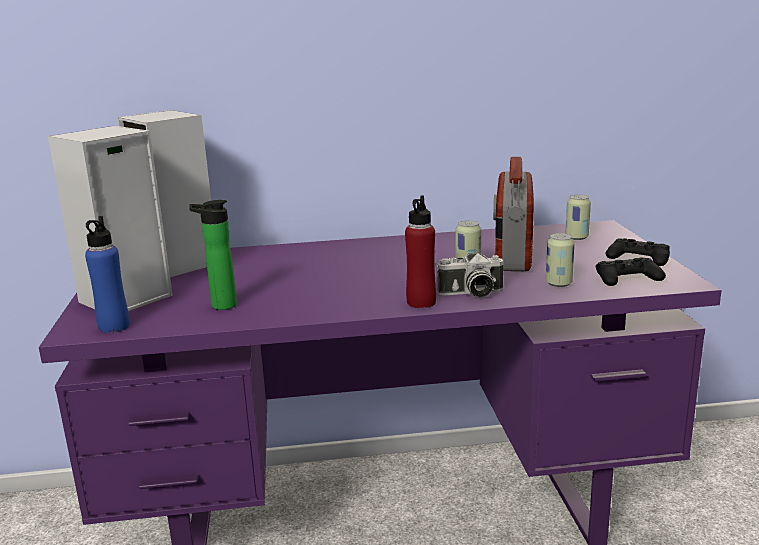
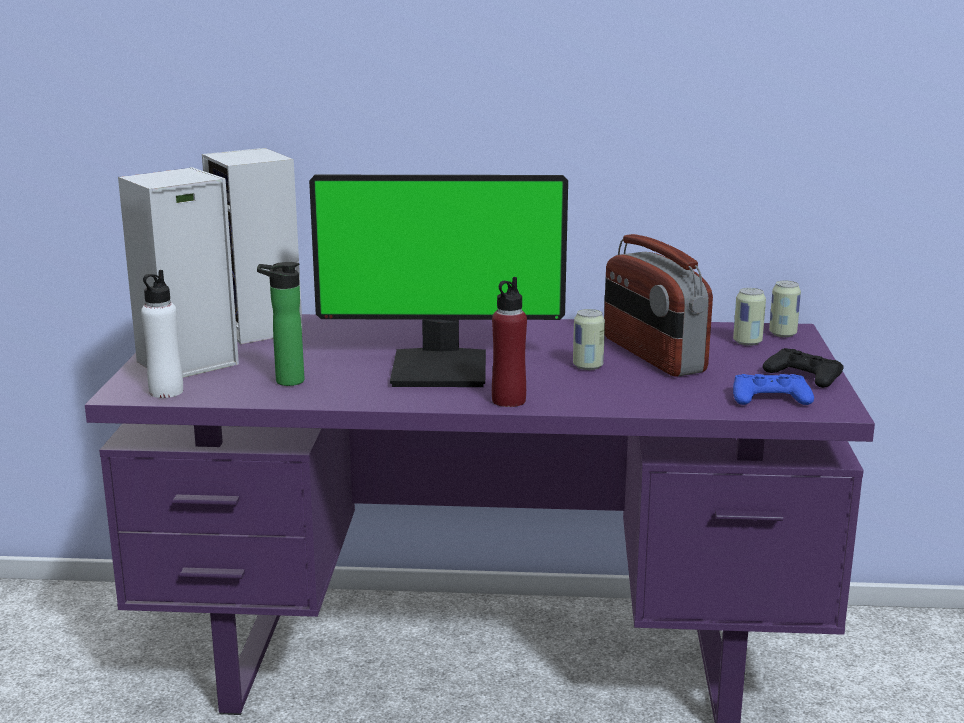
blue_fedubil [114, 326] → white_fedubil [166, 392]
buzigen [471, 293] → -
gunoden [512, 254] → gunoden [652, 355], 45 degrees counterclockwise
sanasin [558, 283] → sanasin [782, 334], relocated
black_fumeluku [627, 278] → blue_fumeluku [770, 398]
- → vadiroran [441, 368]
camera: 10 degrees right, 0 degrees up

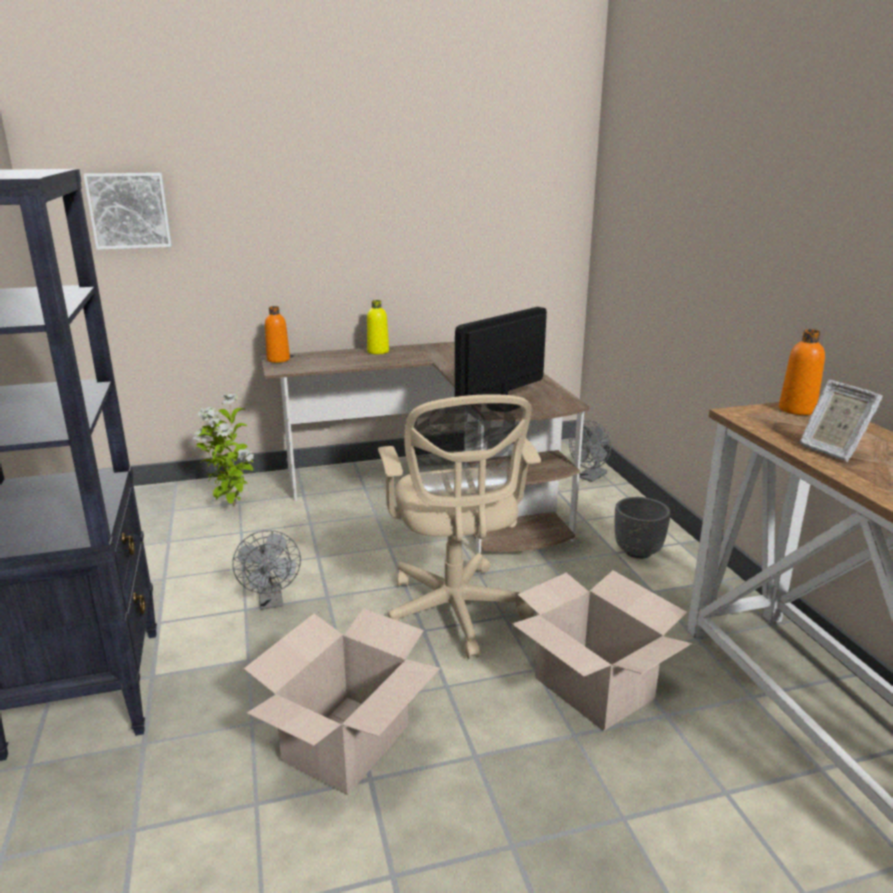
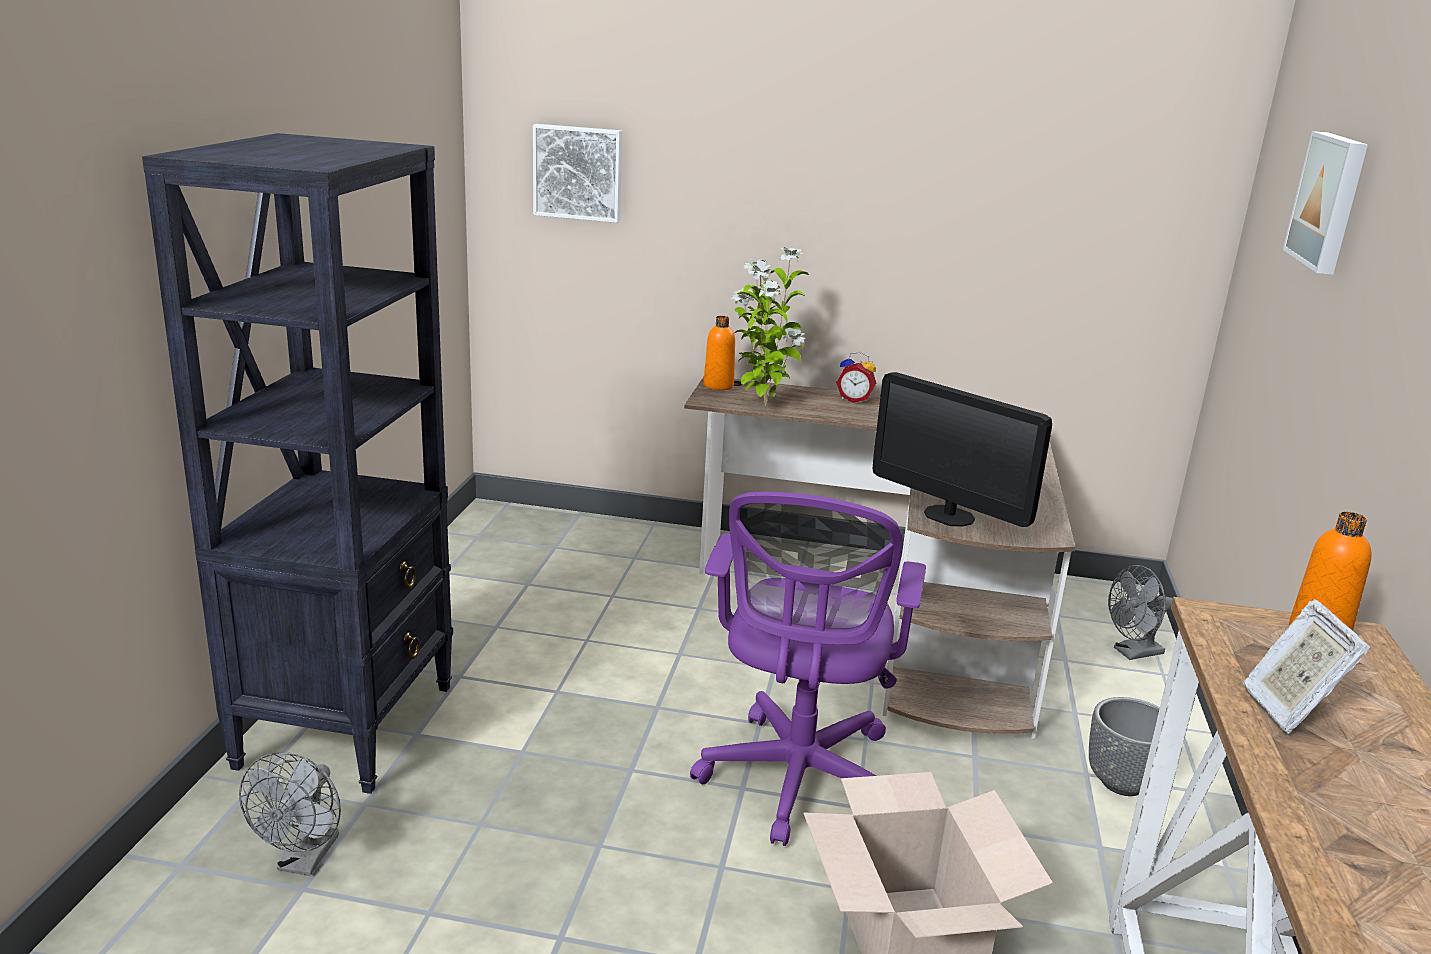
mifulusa [232, 506] → mifulusa [762, 405], relocated
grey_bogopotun [271, 602] → grey_bogopotun [304, 861], relocated
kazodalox [346, 742] → -
yellow_fedubil [378, 351] → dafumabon [855, 399]
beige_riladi [455, 614] → purple_riladi [797, 781]
vadiroran [503, 406] → vadiroran [949, 516], 120 degrees counterclockwise
- → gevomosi [1330, 201]
camera: 25 degrees right, 0 degrees up

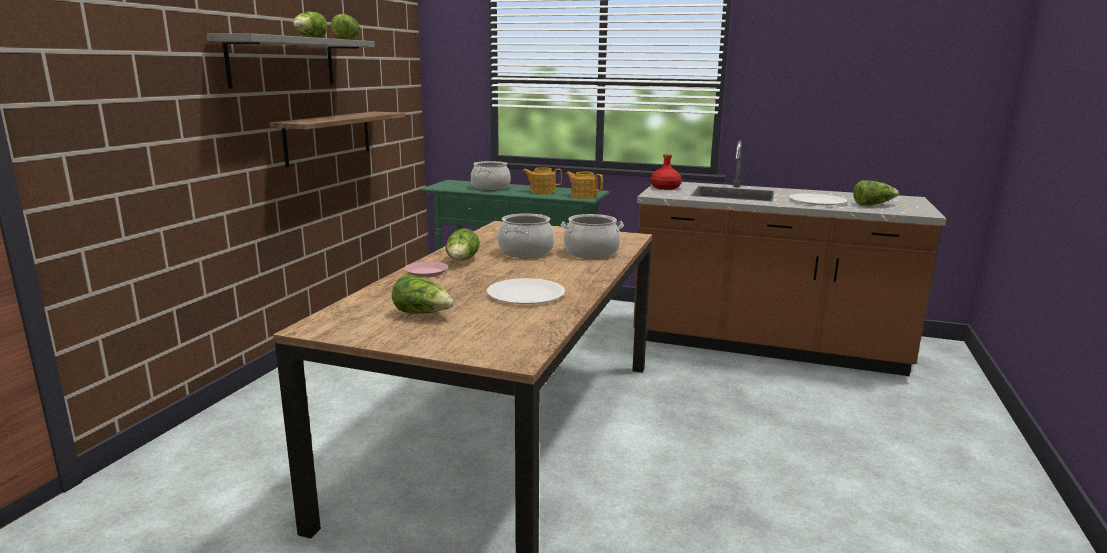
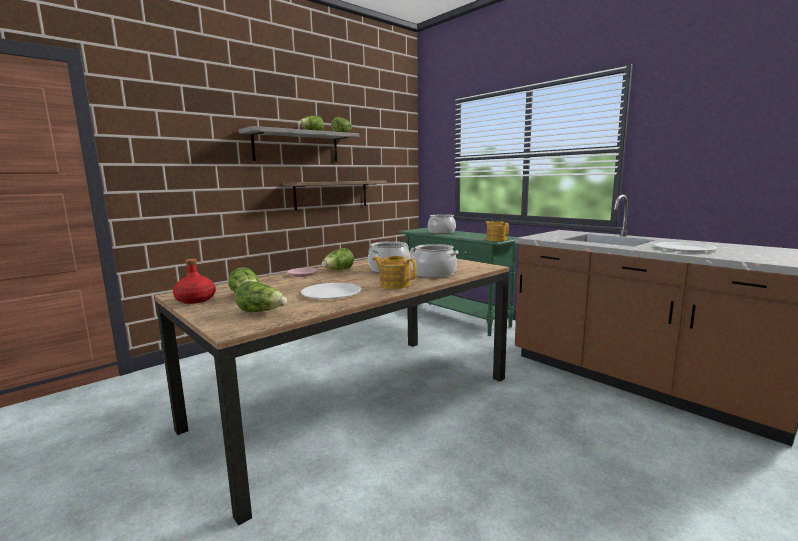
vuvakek [542, 191] → vuvakek [394, 285], relocated
red_fedubil [665, 188] → red_fedubil [196, 300], relocated
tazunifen [873, 205] → tazunifen [262, 312], relocated
camera: 30 degrees right, 5 degrees down

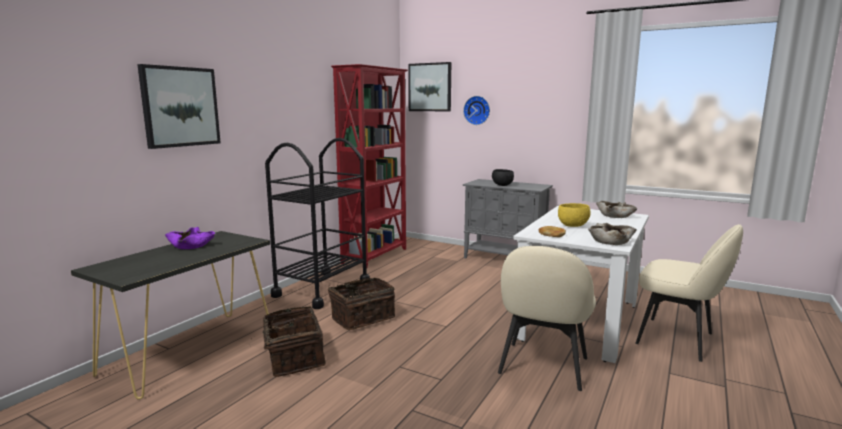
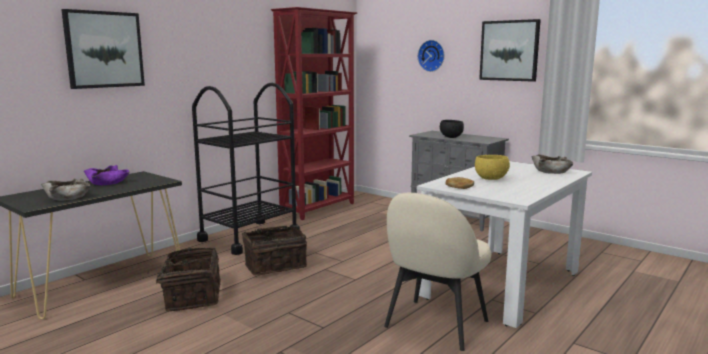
gevomosi [430, 87] → gevomosi [509, 50], relocated
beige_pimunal [610, 241] → beige_pimunal [68, 197], relocated
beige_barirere [677, 339] → -
camera: 10 degrees right, 0 degrees up

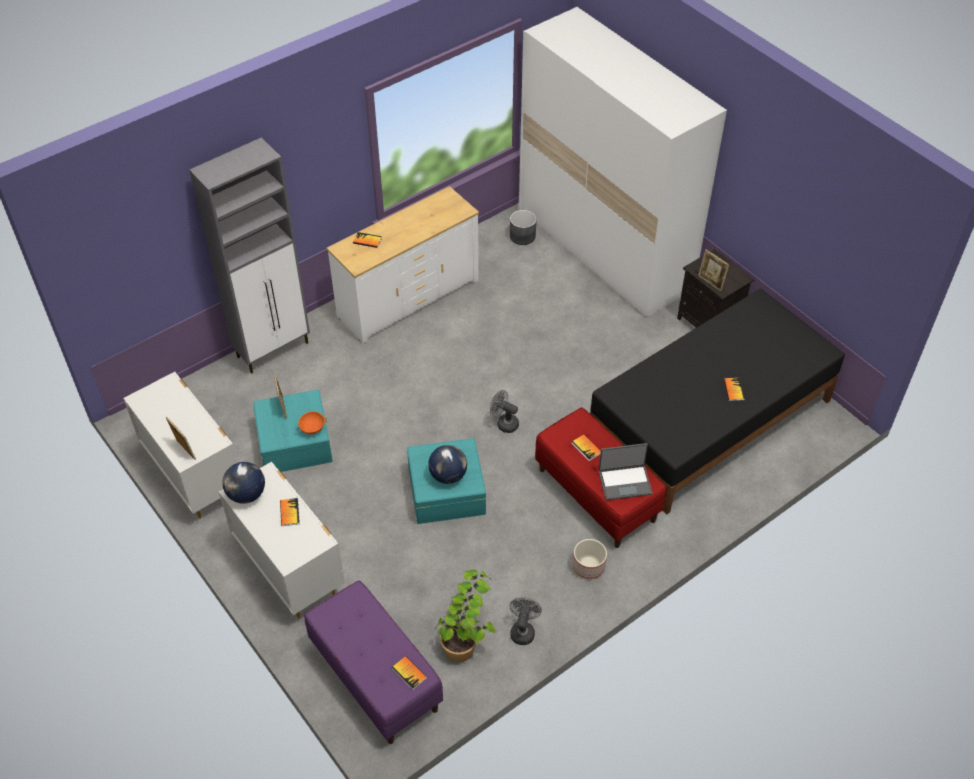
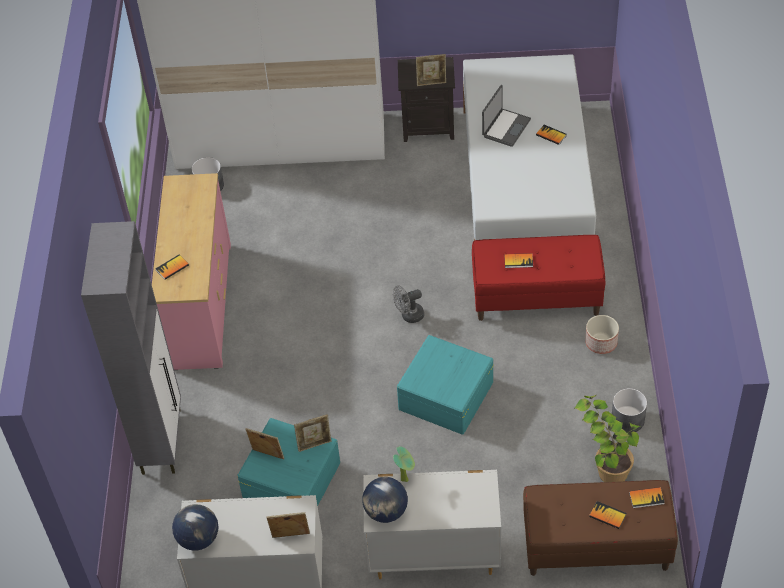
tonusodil [289, 512] → tonusodil [607, 515], relocated
orange_pimunal [313, 429] → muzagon [314, 445]
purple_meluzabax [375, 678] → brown_meluzabax [596, 547]
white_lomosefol [408, 298] → pink_lomosefol [200, 305]
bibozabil [448, 475] → bibozabil [198, 538], relocated
grey_bogopotun [523, 630] → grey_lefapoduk [627, 420]
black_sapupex [711, 420] → white_sapupex [526, 183]
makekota [625, 482] → makekota [505, 128], relocated
- → mifulusa [406, 478]
camera: 50 degrees left, 0 degrees up

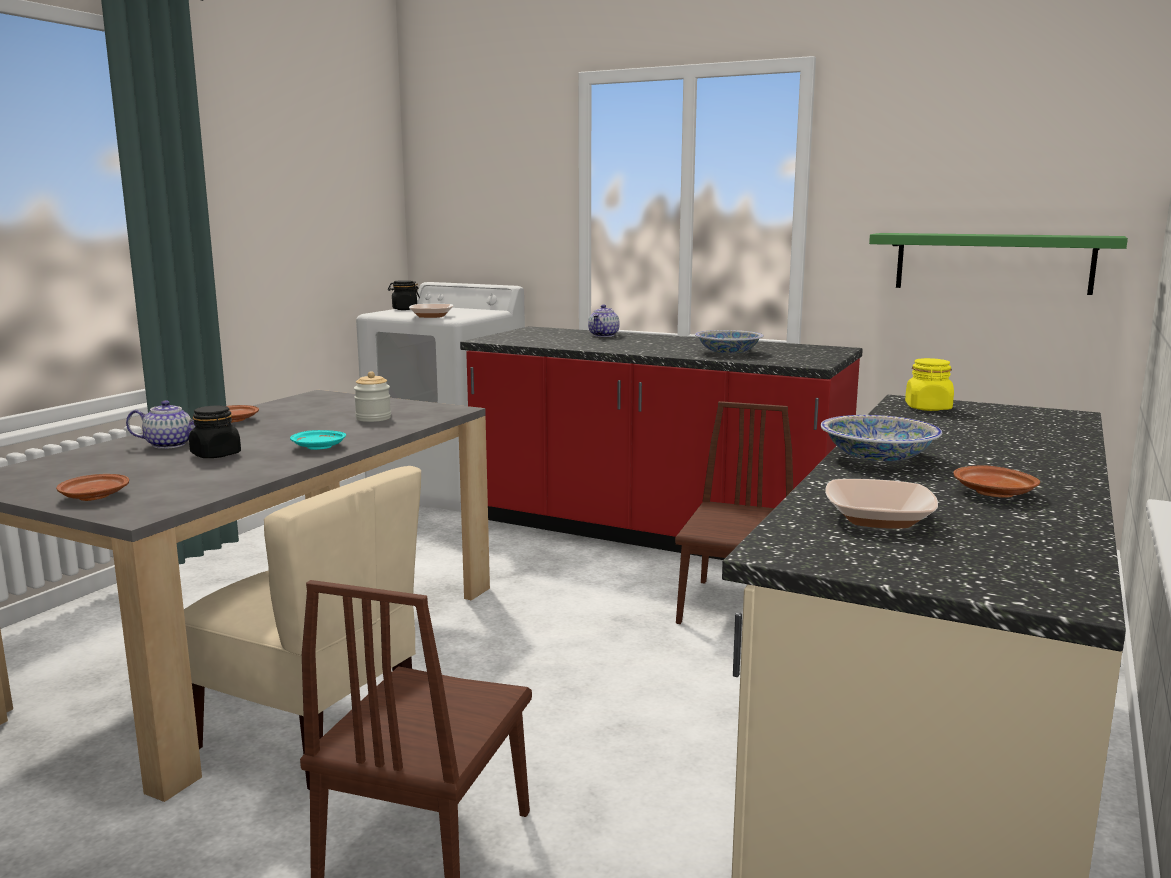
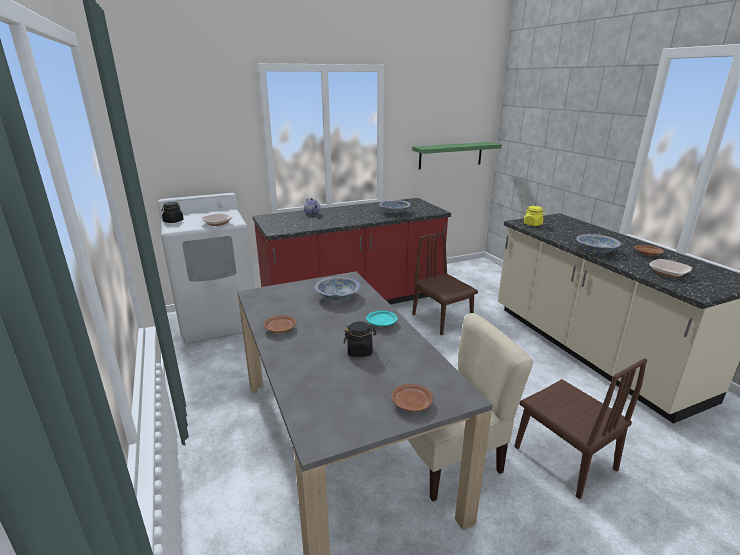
vuvakek [170, 444] → -
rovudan [373, 418] → pimunal [337, 296]
camera: 50 degrees left, 10 degrees up

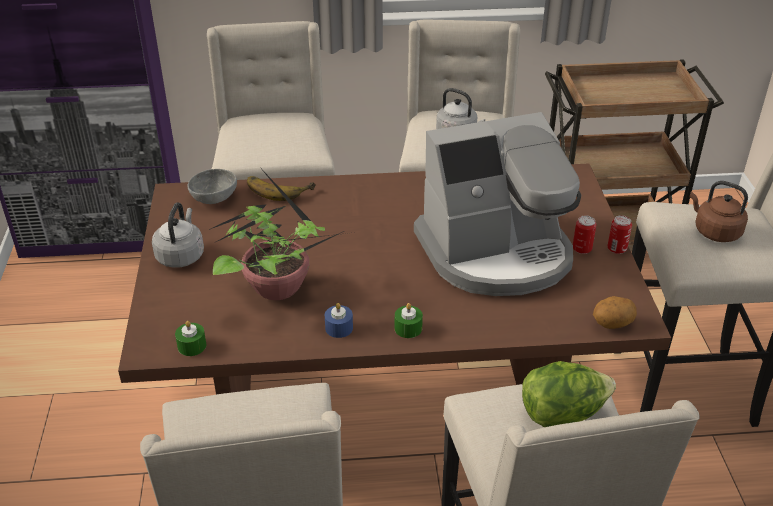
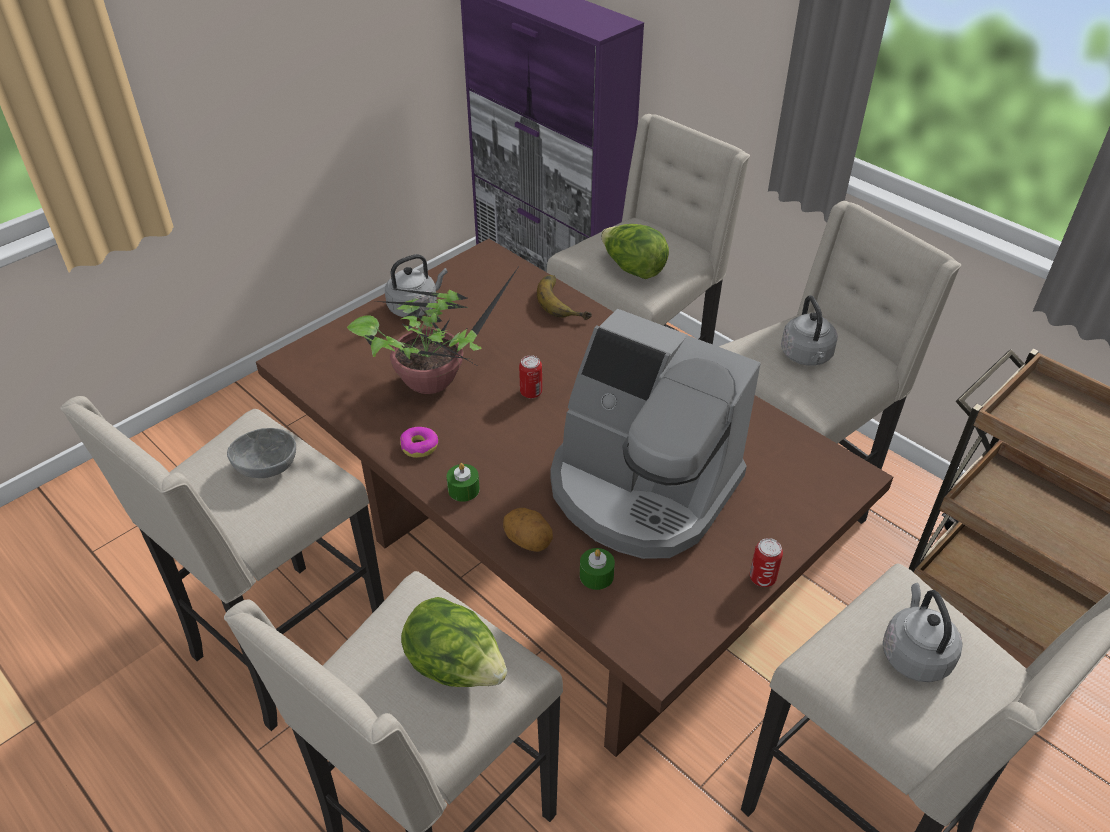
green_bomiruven [192, 346] → green_bomiruven [596, 575], relocated
grey_pimunal [213, 198] → grey_pimunal [266, 466], relocated
blue_bomiruven [339, 328] → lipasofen [419, 446]
sanasin [582, 249] → sanasin [531, 392], relocated
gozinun [612, 324] → gozinun [528, 541], relocated
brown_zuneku [714, 231] → grey_zuneku [914, 653]
- → tazunifen [632, 269]
camera: 50 degrees right, 5 degrees up

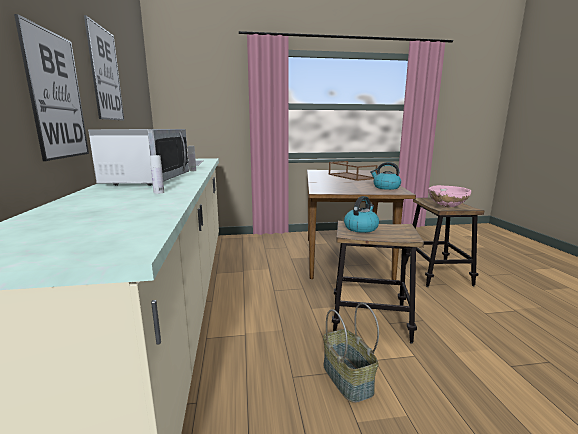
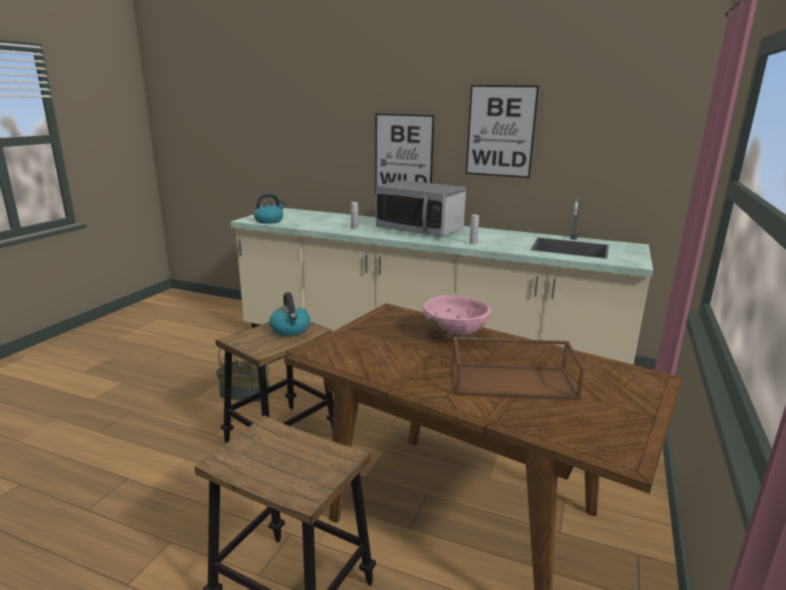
zuneku [386, 187] → zuneku [269, 221], relocated
pink_pimunal [446, 207] → pink_pimunal [455, 336], relocated
camera: 120 degrees right, 5 degrees up

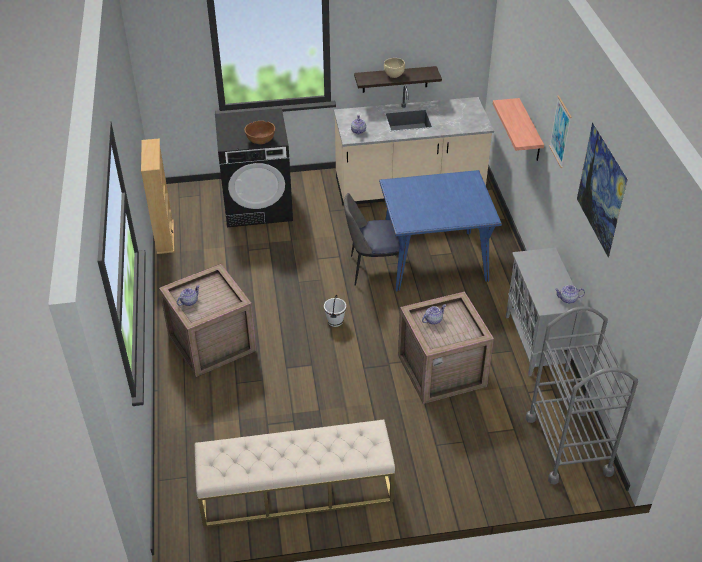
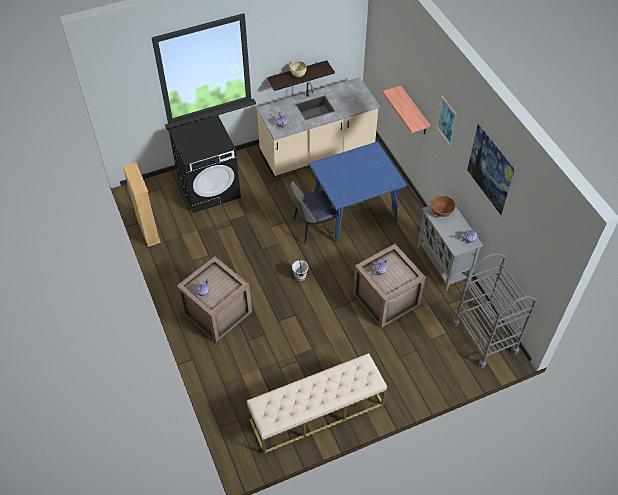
brown_pimunal [260, 140] → brown_pimunal [441, 211], relocated
camera: 15 degrees left, 10 degrees up

